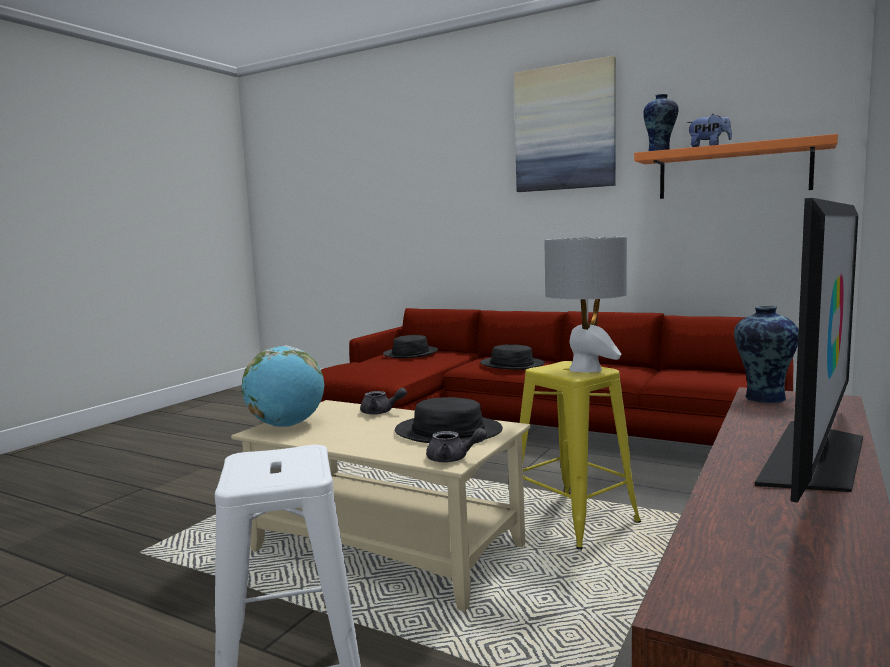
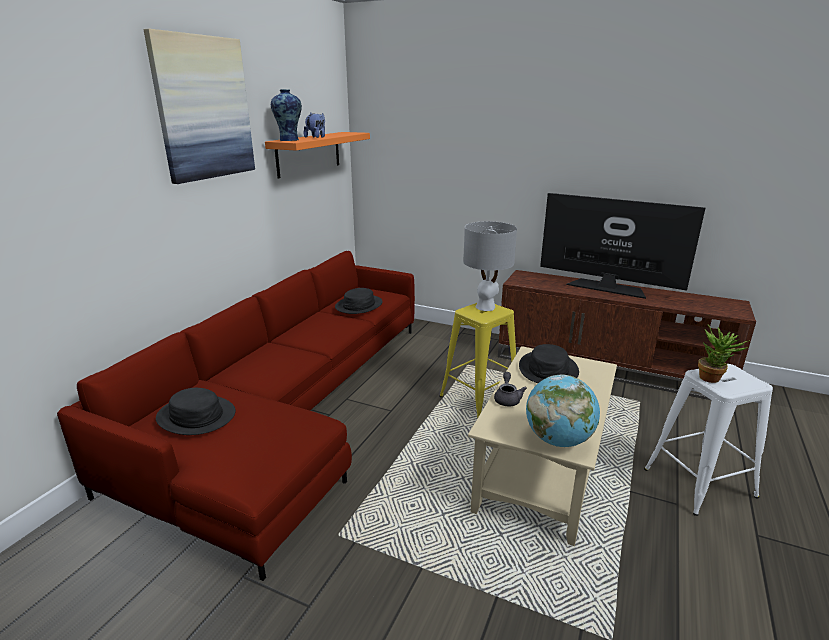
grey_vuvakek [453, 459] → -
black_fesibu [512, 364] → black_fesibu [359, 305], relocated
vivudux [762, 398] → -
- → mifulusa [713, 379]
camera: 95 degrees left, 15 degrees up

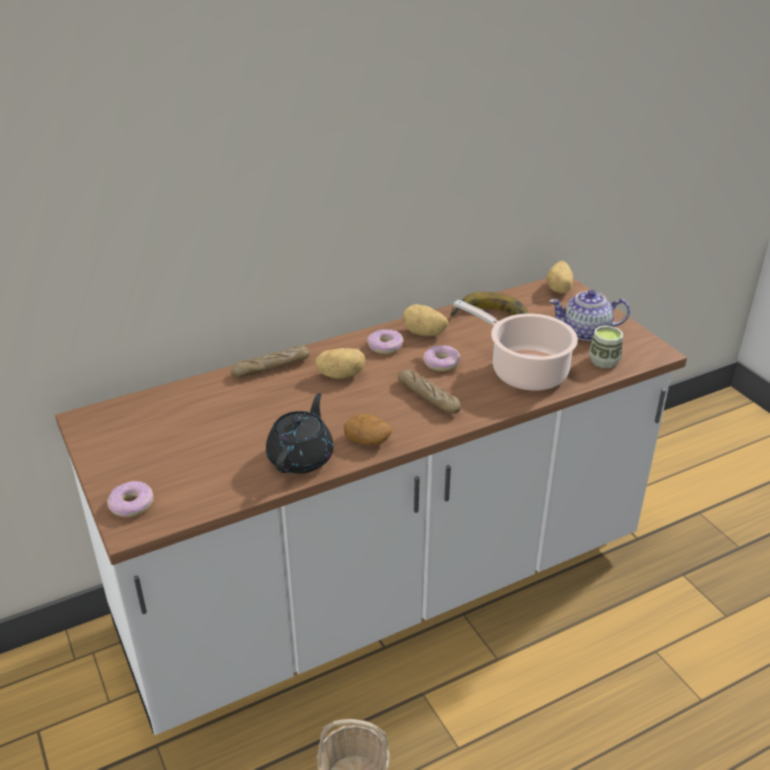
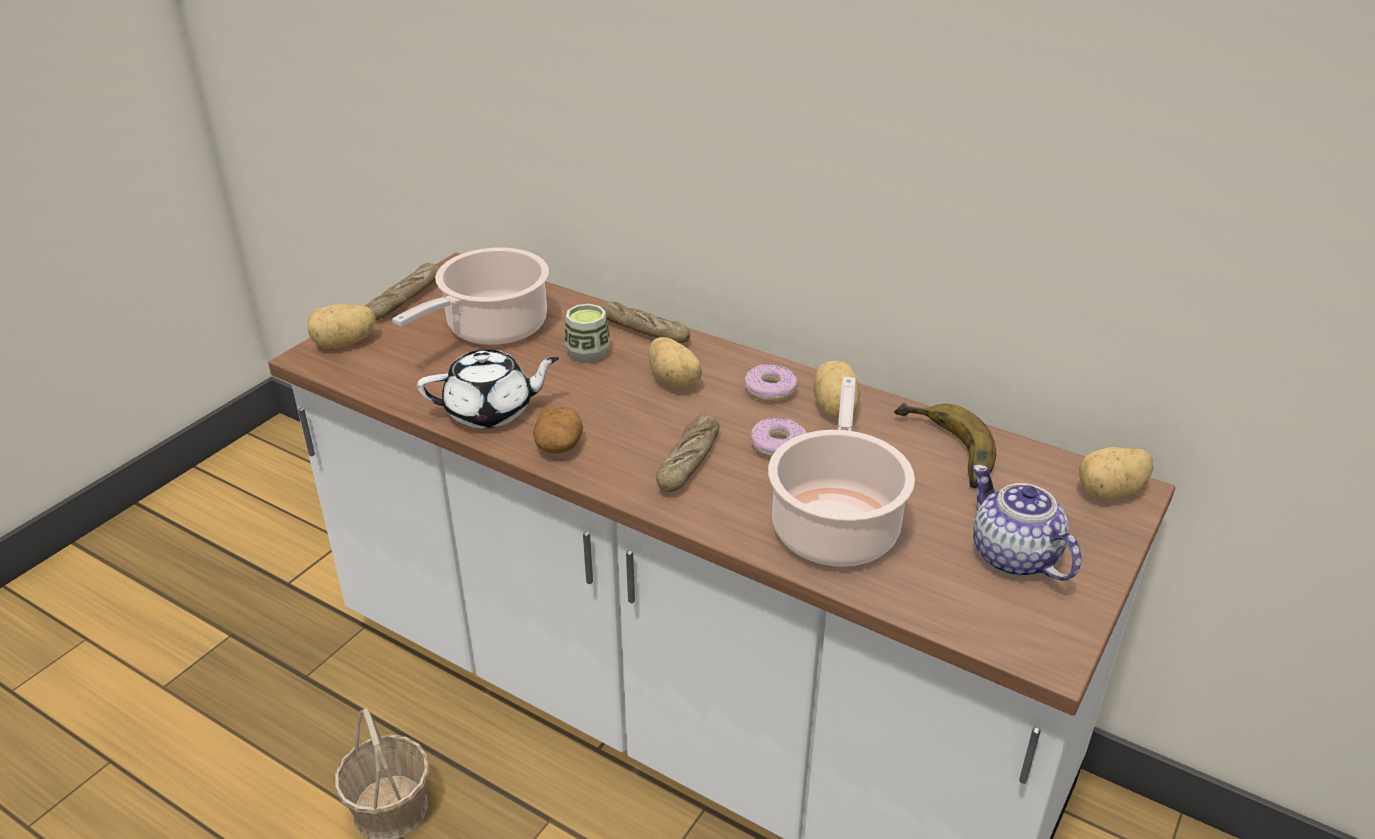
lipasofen [132, 505] → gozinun [345, 343]
black_vuvakek [301, 457] → white_vuvakek [491, 411]
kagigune [604, 361] → kagigune [588, 353], relocated
- → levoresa [405, 299]
- → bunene [492, 328]
camera: 60 degrees right, 0 degrees up

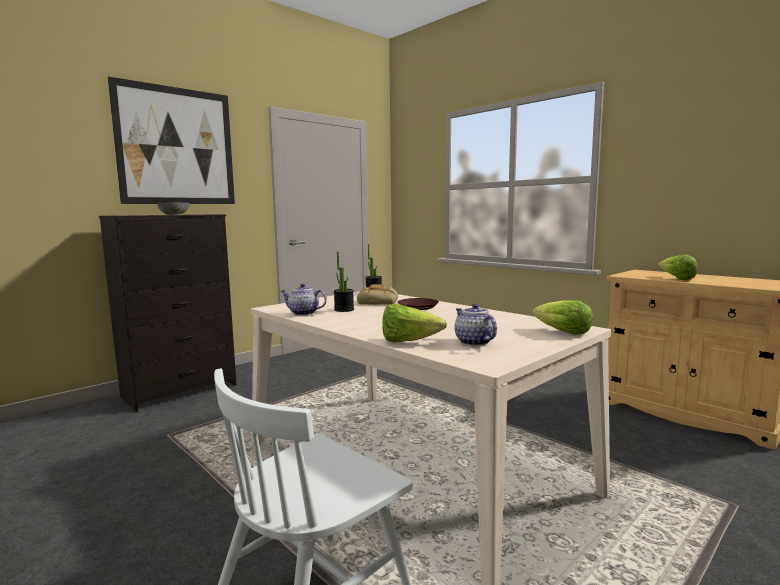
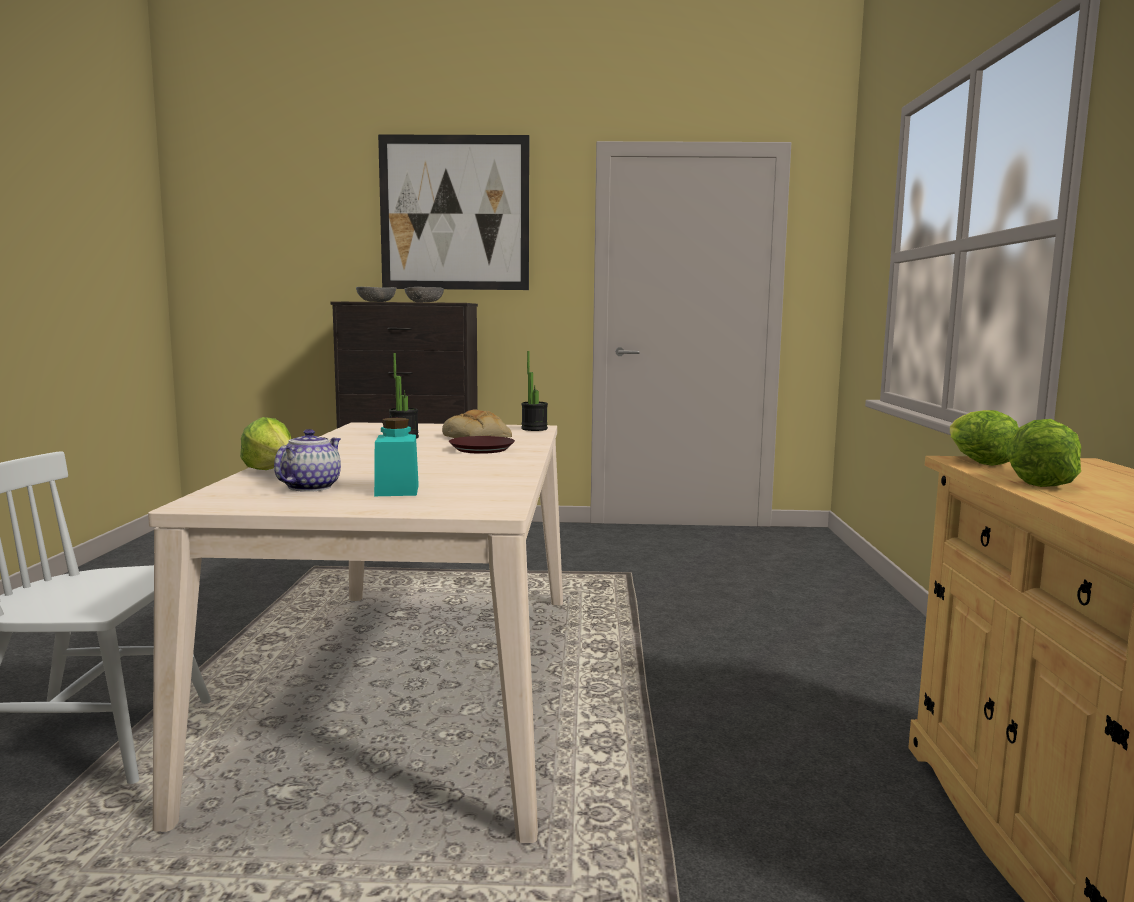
vuvakek [303, 313] → -
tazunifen [562, 332] → tazunifen [976, 461], relocated
- → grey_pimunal [376, 301]
- → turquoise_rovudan [397, 490]
camera: 45 degrees right, 0 degrees up

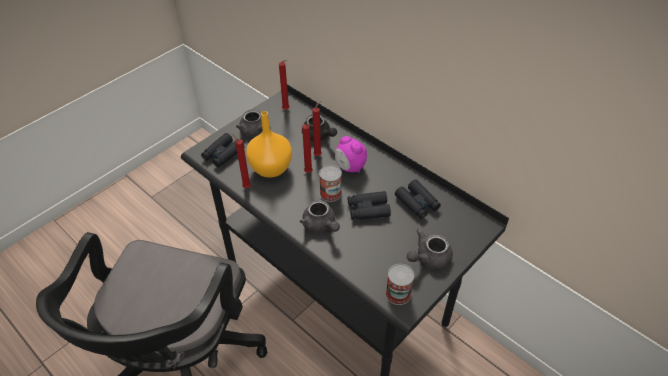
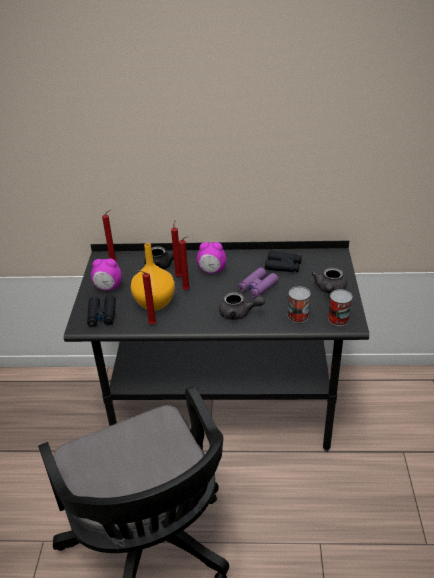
grey_vuvakek [255, 131] → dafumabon [108, 288]
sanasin [330, 193] → sanasin [298, 316], relocated
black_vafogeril [368, 209] → purple_vafogeril [257, 287]
camera: 40 degrees left, 10 degrees down

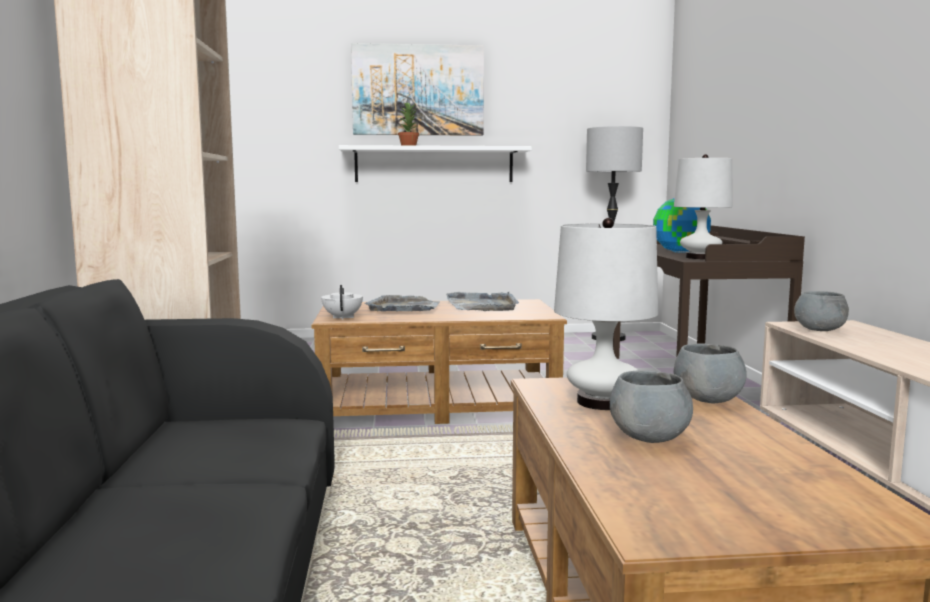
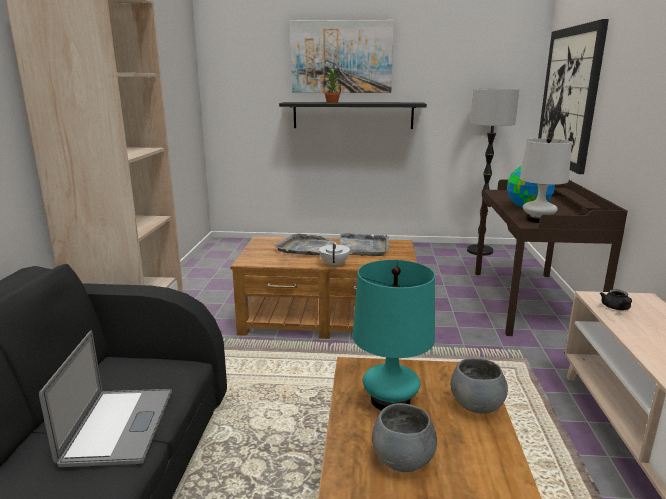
white_vuvakek [343, 317] → white_vuvakek [334, 264], relocated
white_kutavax [434, 164] → black_kutavax [353, 115]
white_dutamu [602, 402] → turquoise_dutamu [390, 400]
grey_pimunal [820, 330] → black_vuvakek [616, 308]
- → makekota [119, 426]
- → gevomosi [569, 97]
camera: 10 degrees right, 10 degrees up

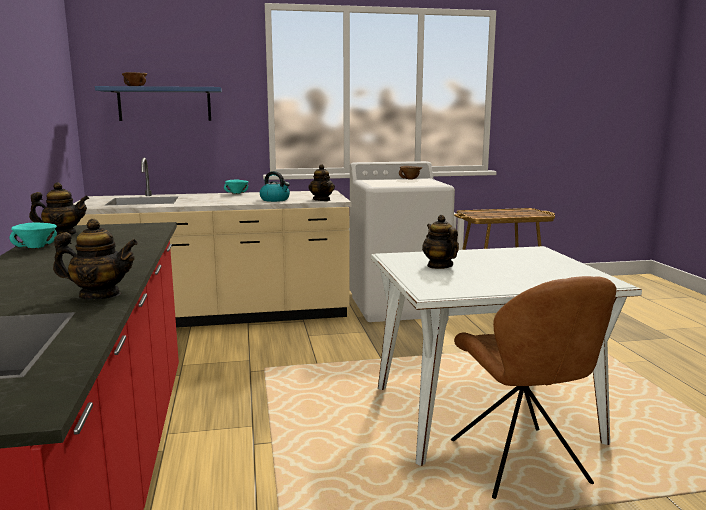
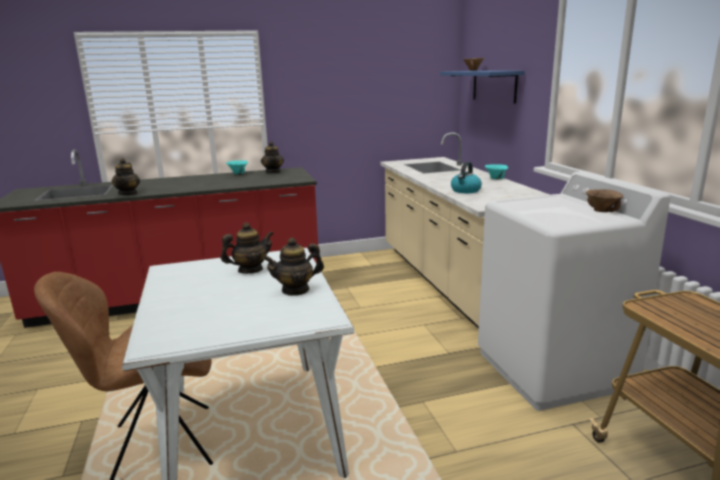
vuvakek [322, 200] → vuvakek [295, 290], relocated
camera: 85 degrees right, 5 degrees up

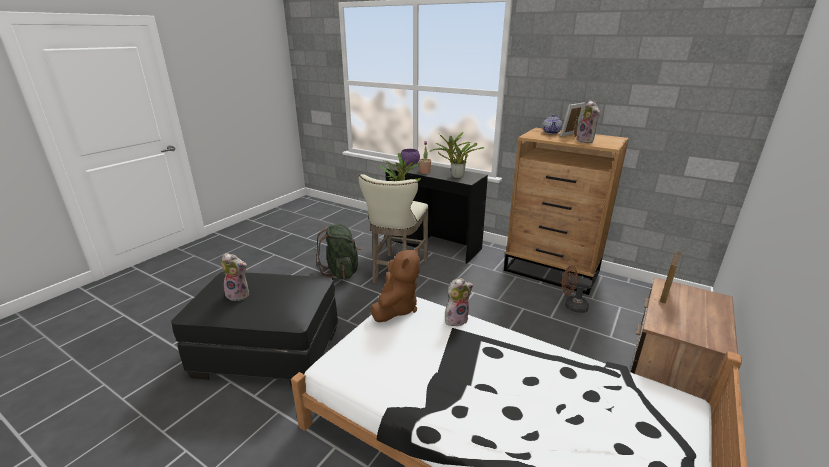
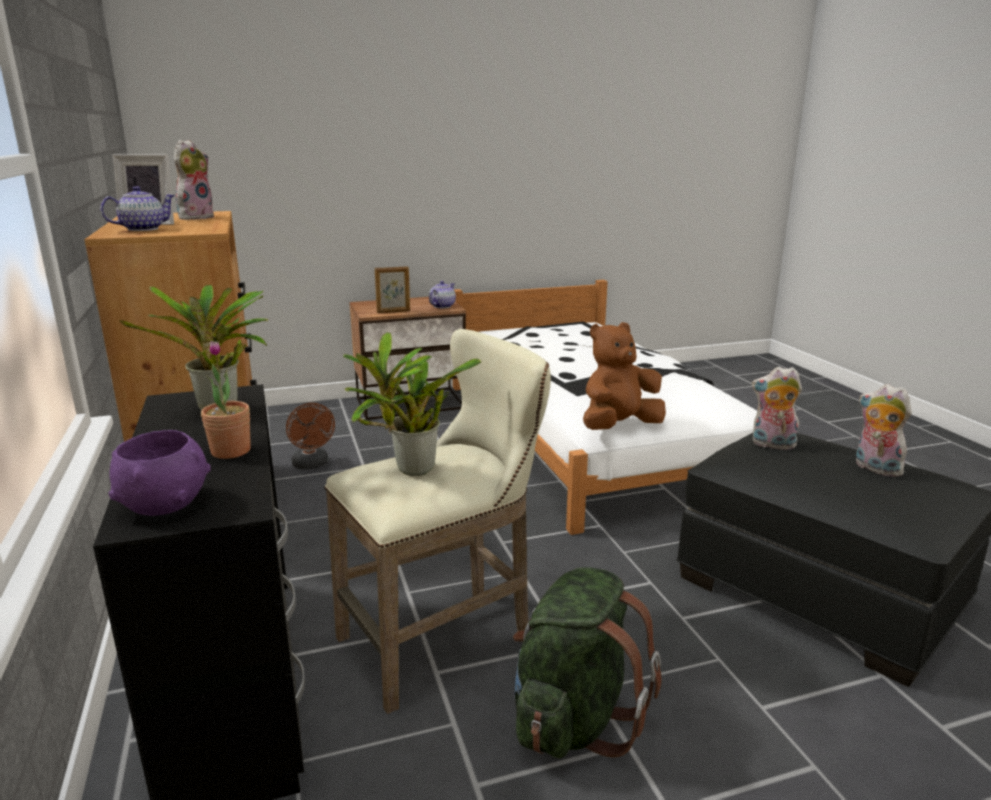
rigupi [456, 319] → rigupi [772, 445], relocated
- → vuvakek [442, 306]
camera: 140 degrees left, 5 degrees down

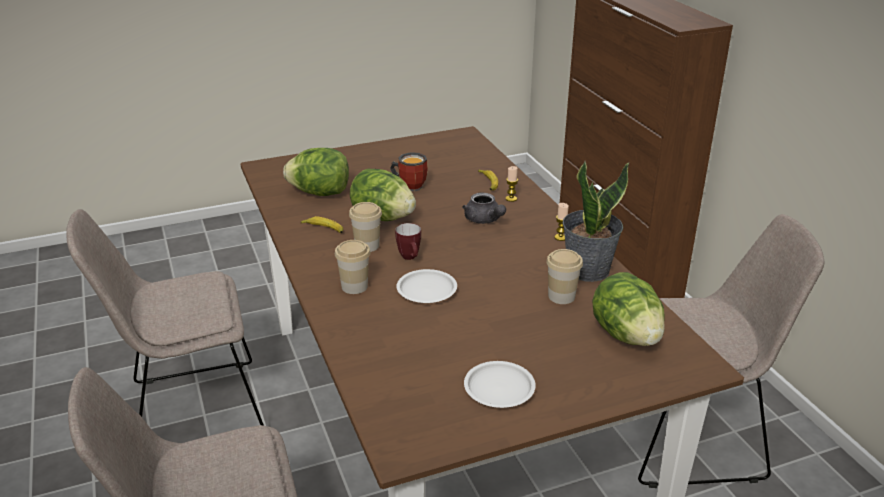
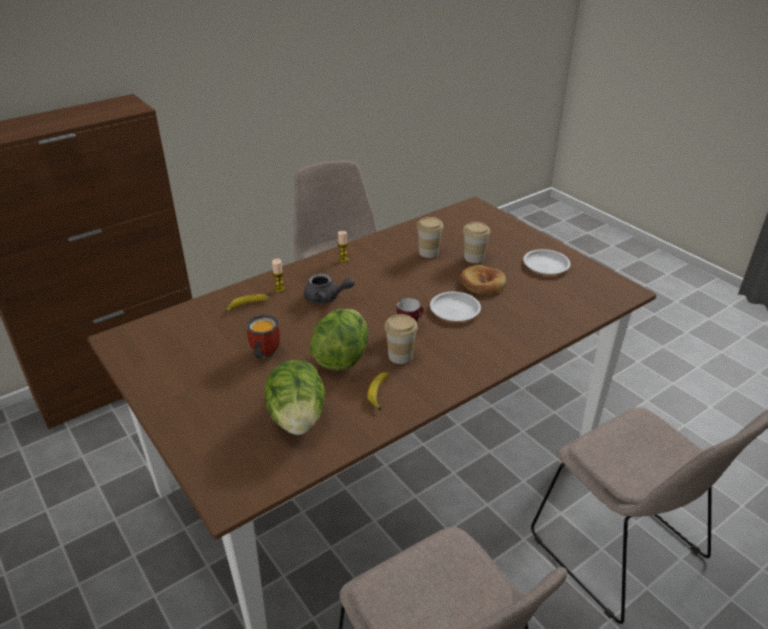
kagigune [354, 286] → kagigune [474, 258], relocated
grey_vuvakek [484, 220] → grey_vuvakek [326, 298], 60 degrees clockwise
mifulusa [587, 269] → -
tazunifen [626, 335] → -
- → levoresa [482, 283]
camera: 105 degrees left, 5 degrees up

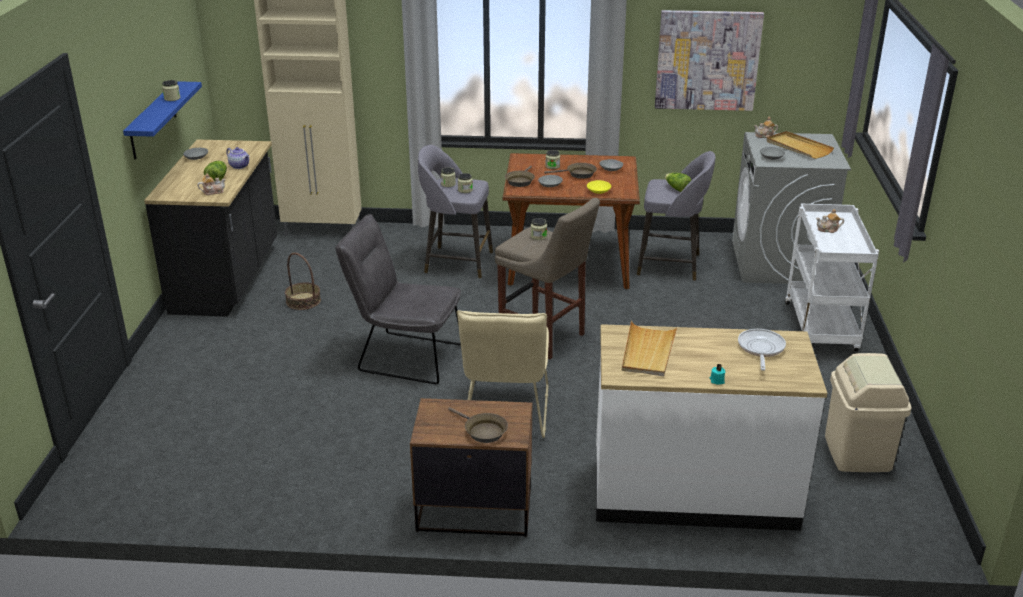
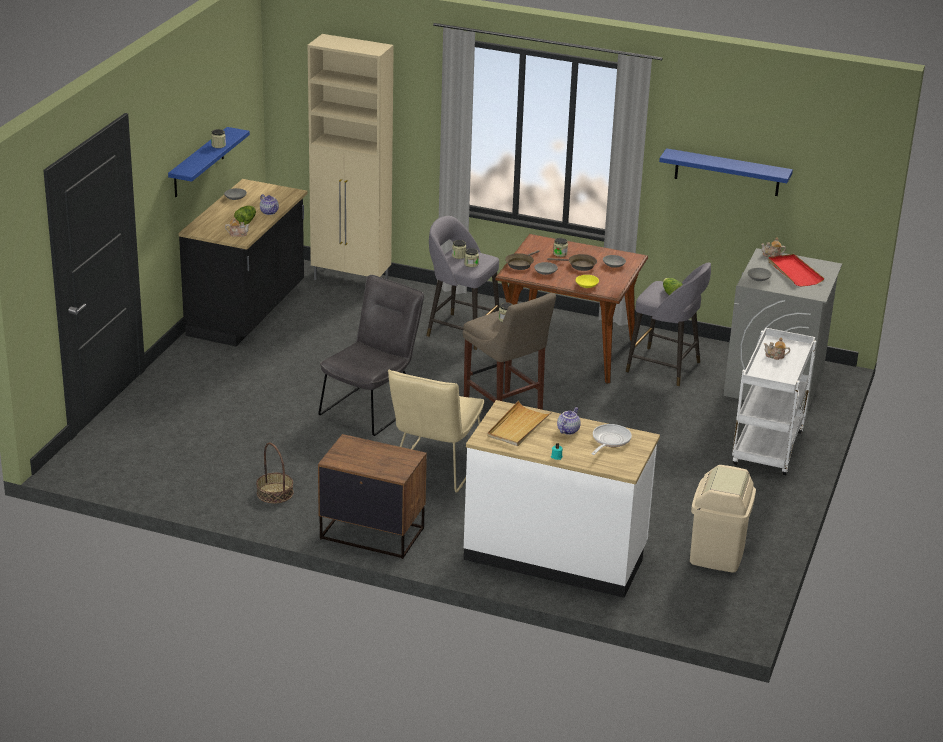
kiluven [303, 301] → kiluven [274, 493], relocated
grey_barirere [404, 356] → grey_barirere [372, 407], 90 degrees clockwise
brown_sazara [482, 431] → -
gevomosi [707, 60] → blue_kutavax [727, 172]
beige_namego [798, 147] → red_namego [794, 272]
- → vuvakek [567, 430]
camera: 15 degrees right, 0 degrees up

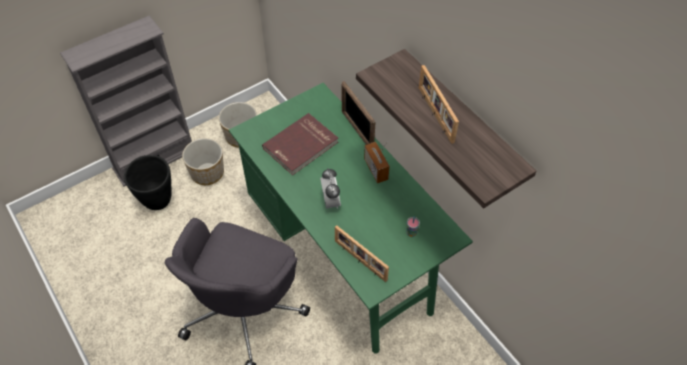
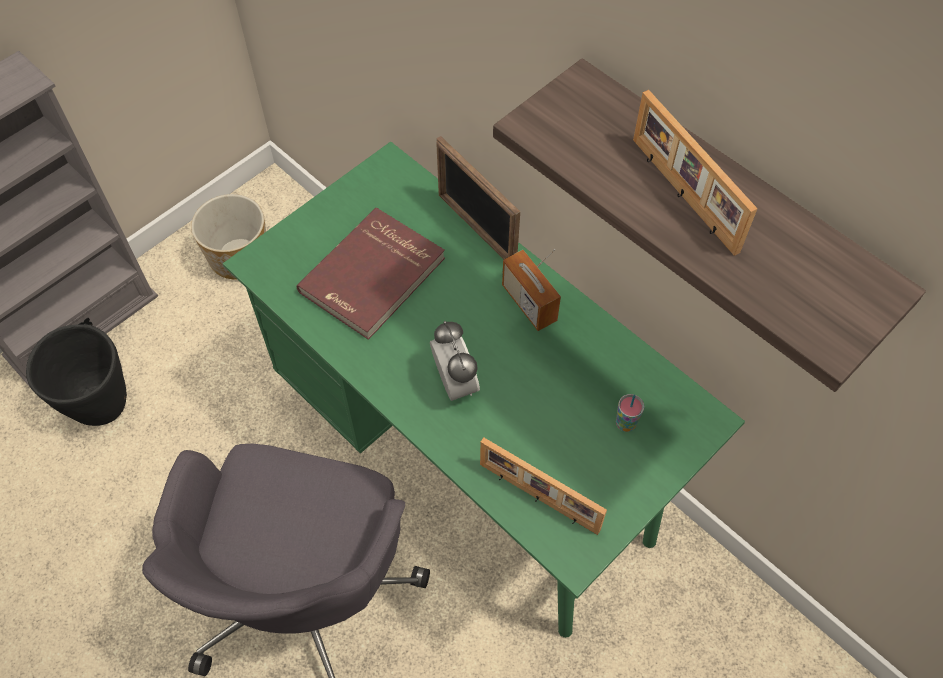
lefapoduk [208, 173] → -
camera: 10 degrees left, 5 degrees up

